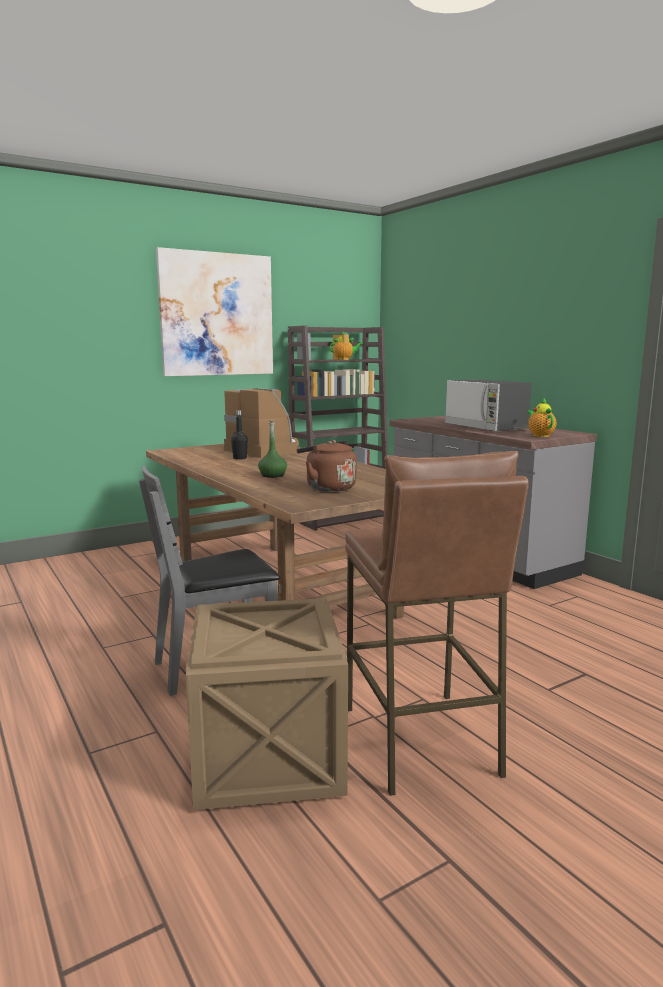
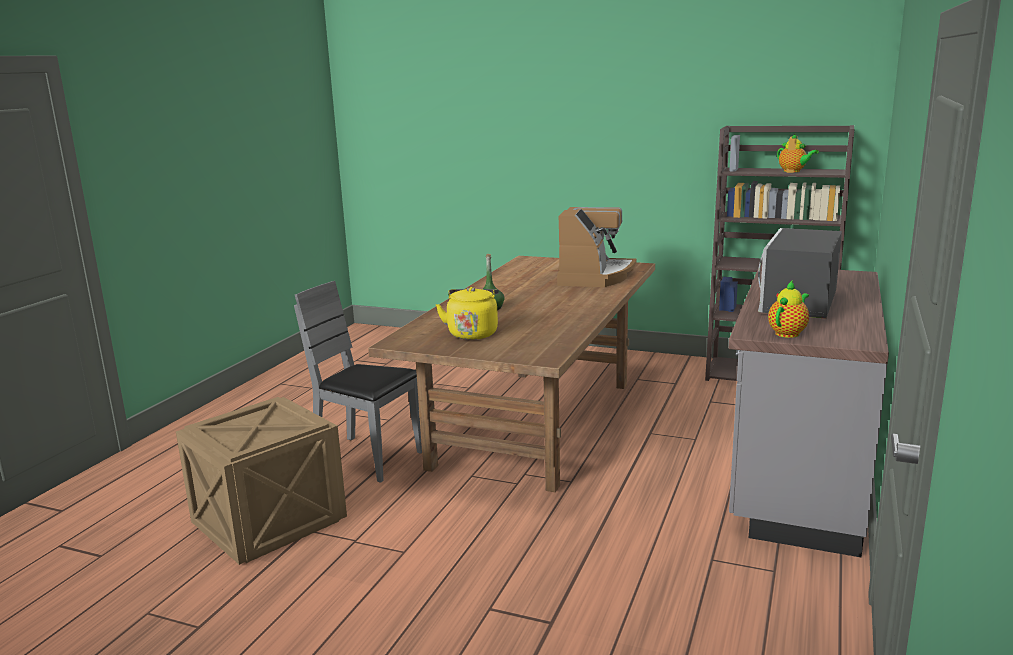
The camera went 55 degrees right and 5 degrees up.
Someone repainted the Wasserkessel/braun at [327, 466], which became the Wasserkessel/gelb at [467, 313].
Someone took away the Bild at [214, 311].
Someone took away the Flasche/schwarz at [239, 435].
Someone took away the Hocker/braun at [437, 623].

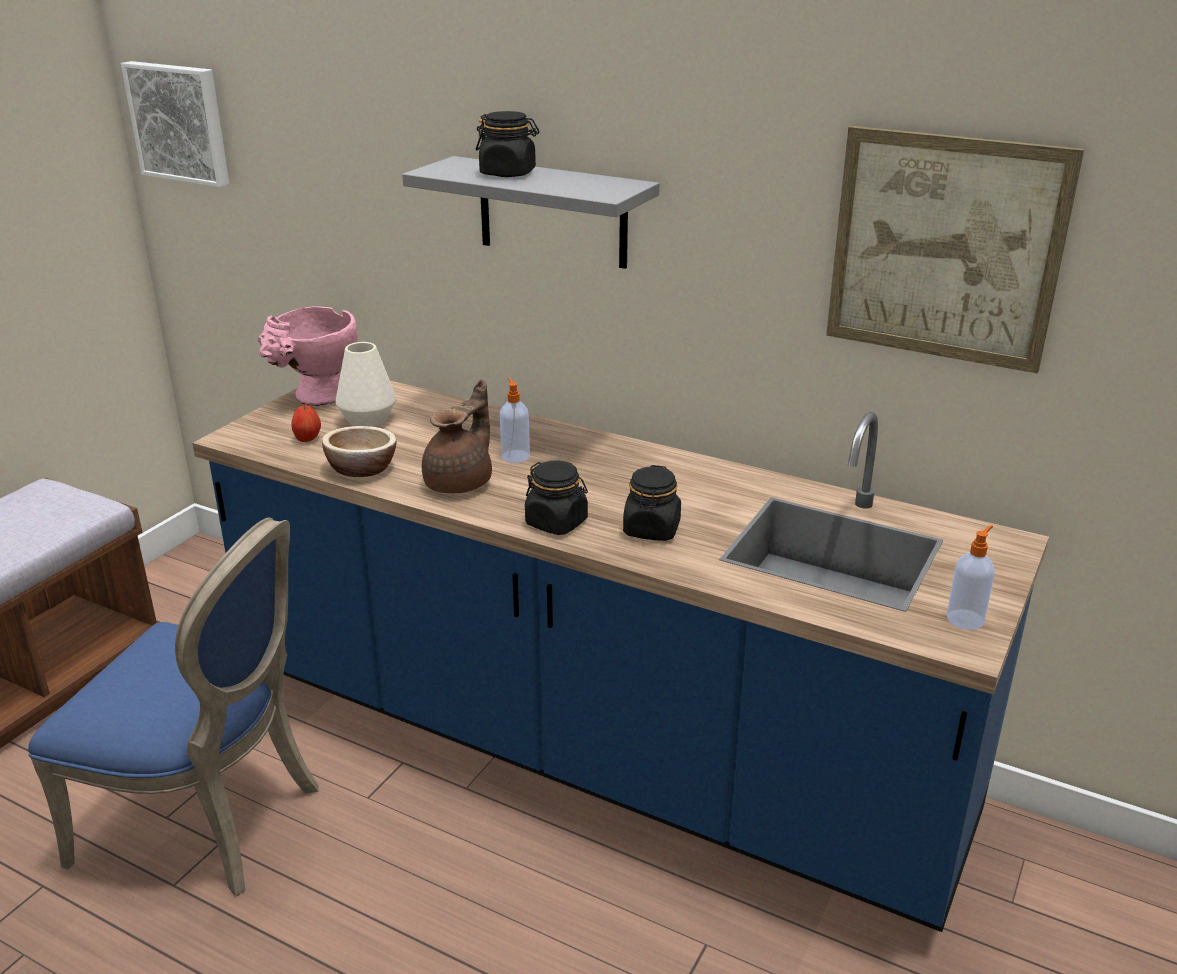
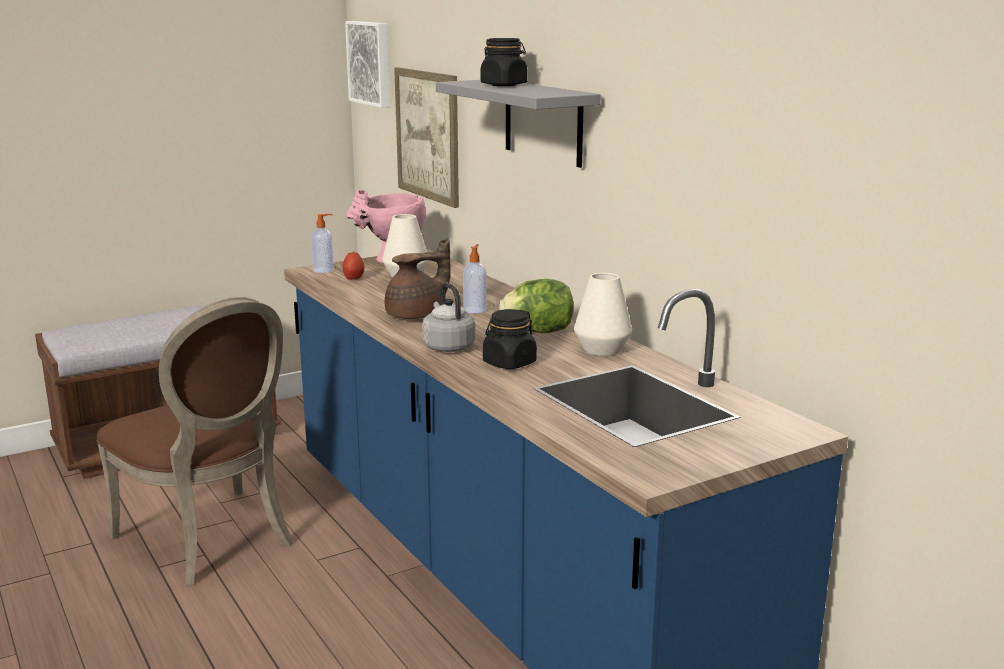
The camera went 30 degrees right and 10 degrees down.
Someone repainted the Stuhl/blau at [173, 707], which became the Stuhl/braun at [195, 441].
Someone carried the Seifenspender from [971, 577] to [322, 243].
Someone carried the Bild from [955, 249] to [426, 137].
Someone swapped the Vorratsglas/schwarz at [556, 497] for the Wasserkessel/grau at [448, 317].
Someone put down the Salatkopf at [536, 306].
Someone put down the Vase/weiß at [603, 314].
Someone took away the Schüssel at [359, 451].

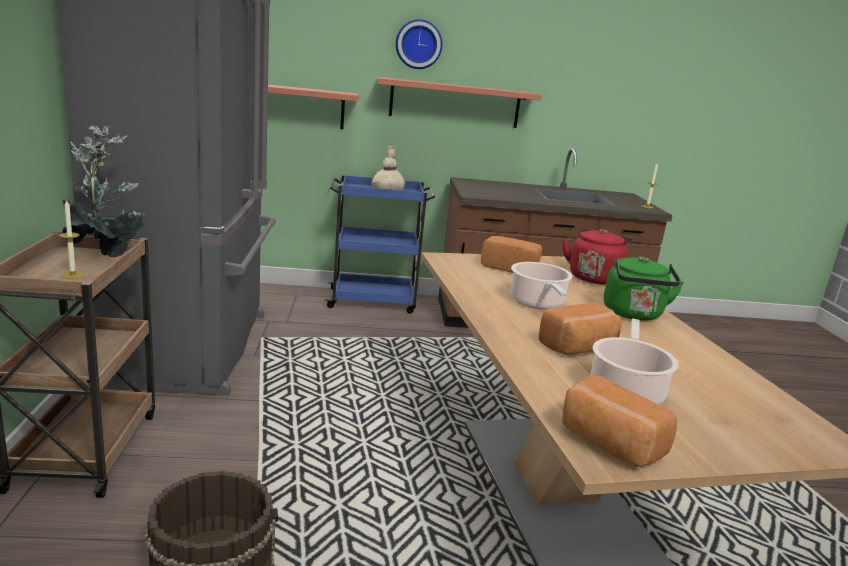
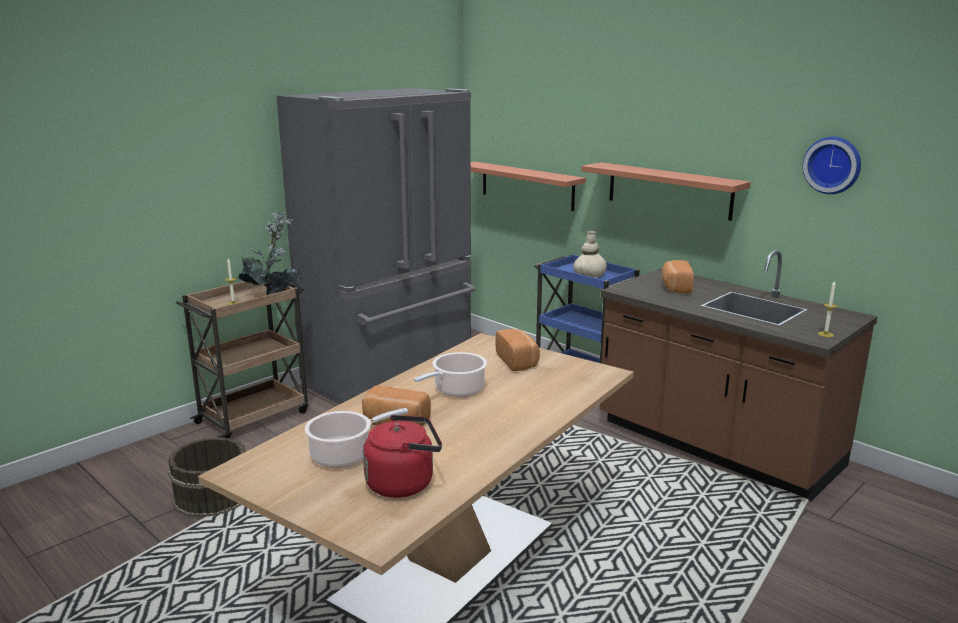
The camera went 50 degrees right and 0 degrees up.
Someone carried the Wasserkessel/rot from [597, 256] to [402, 456].
Someone carried the Brot from [619, 421] to [678, 276].
Someone carried the Wanduhr from [419, 44] to [832, 165].
Someone took away the Wasserkessel/grün at [644, 288].

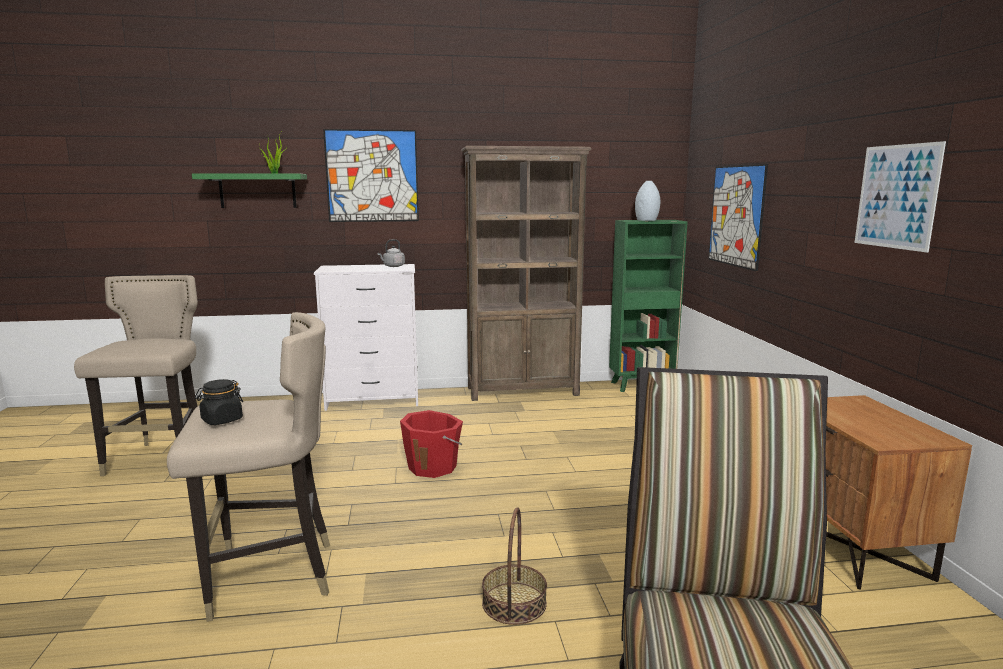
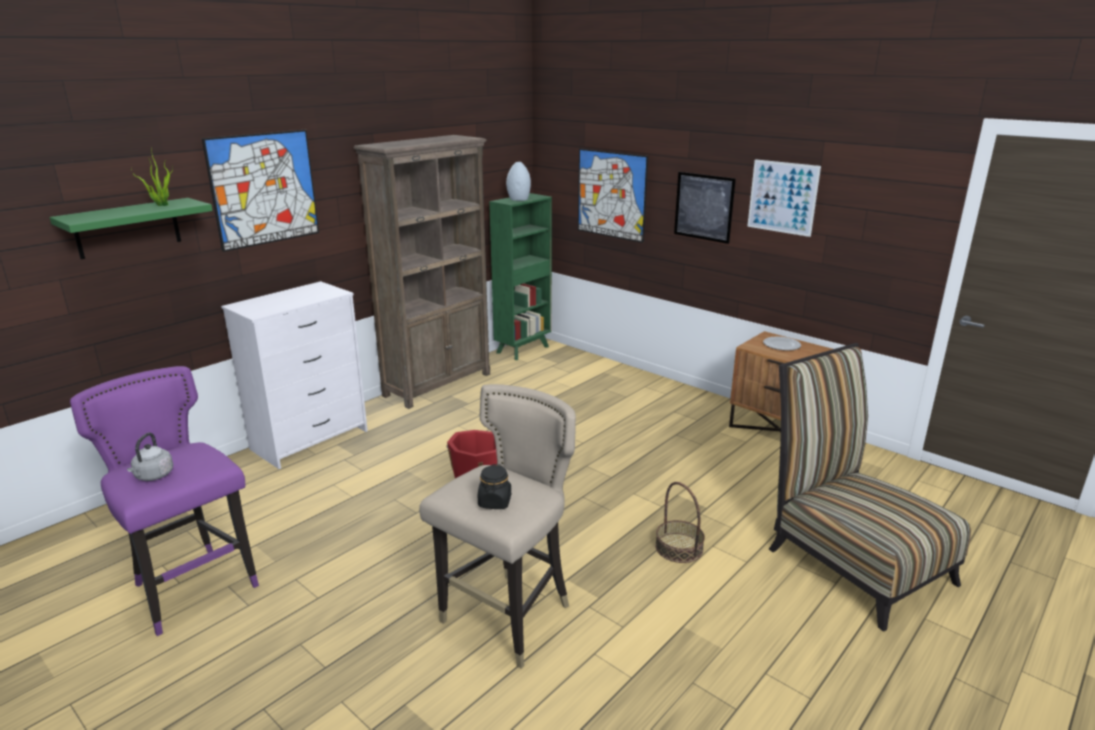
The camera went 40 degrees left and 10 degrees up.
Someone repainted the Hocker/beige at [136, 375], which became the Hocker/lila at [164, 501].
Someone carried the Wasserkessel/grau from [391, 253] to [150, 456].
Someone put up the Bild at [705, 208].
Someone put down the Teller at [782, 344].

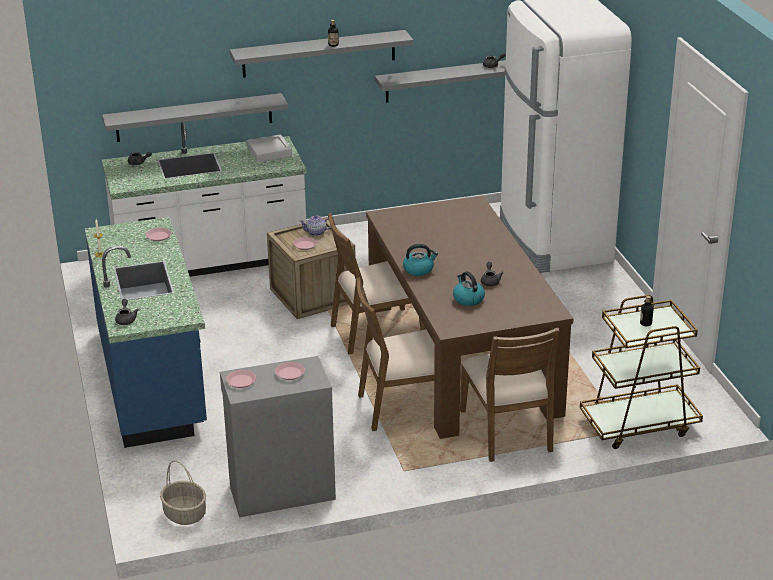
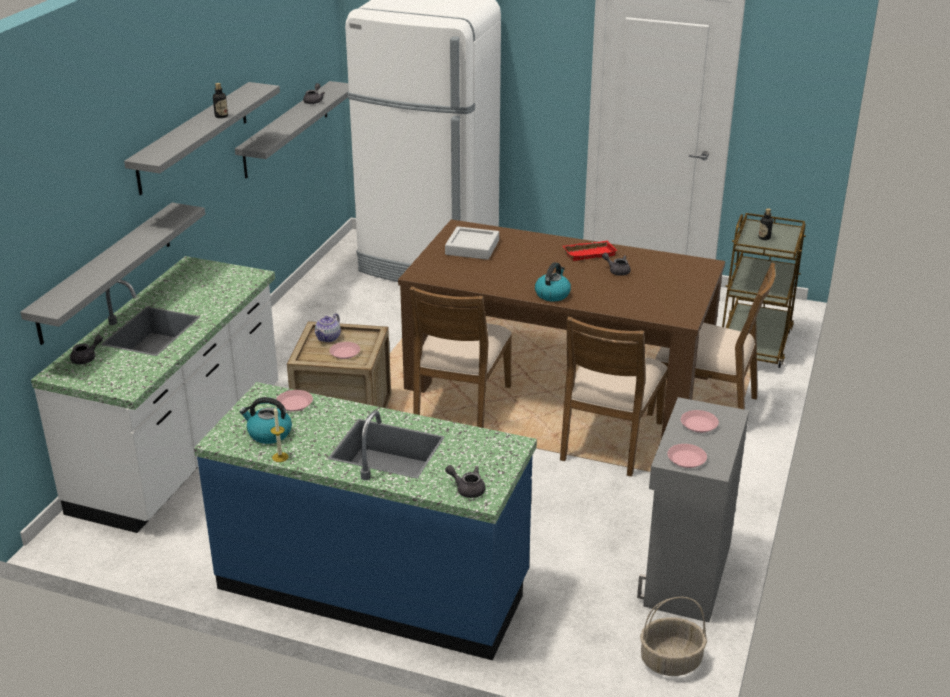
The camera went 55 degrees left and 0 degrees up.
Someone carried the Wasserkessel from [469, 288] to [266, 420].
Someone carried the Tablett/grau from [269, 148] to [472, 243].
Someone put down the Tablett/rot at [590, 251].

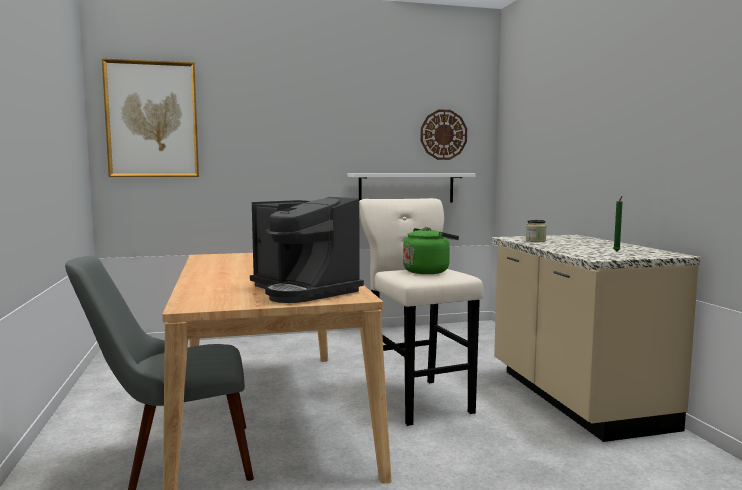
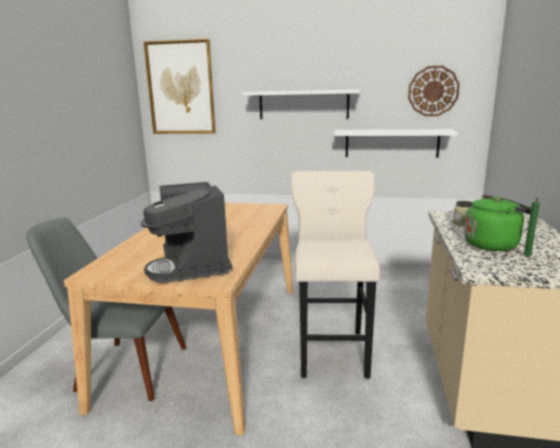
The camera went 25 degrees right and 10 degrees up.
Someone put up the Wandregal/weiß at [301, 104].
Someone carried the Wasserkessel/grün from [431, 250] to [497, 223].

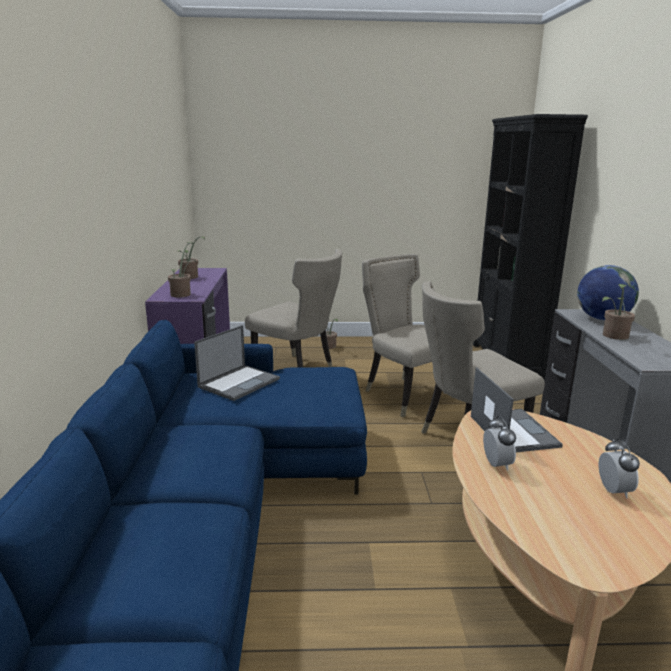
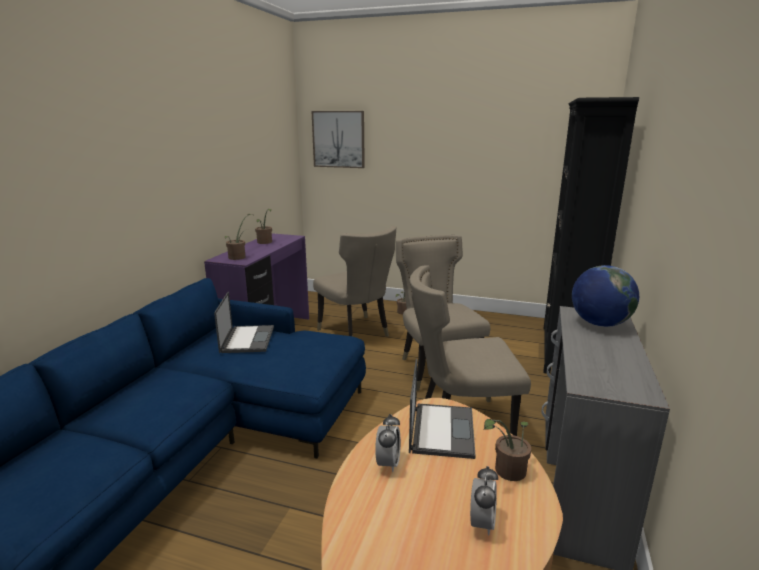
The camera went 20 degrees right and 0 degrees up.
Someone rotated the Laptop at [237, 363] by 60 degrees counterclockwise.
Someone put up the Bild at [338, 139].
Someone carried the Topfpflanze from [618, 312] to [507, 450].

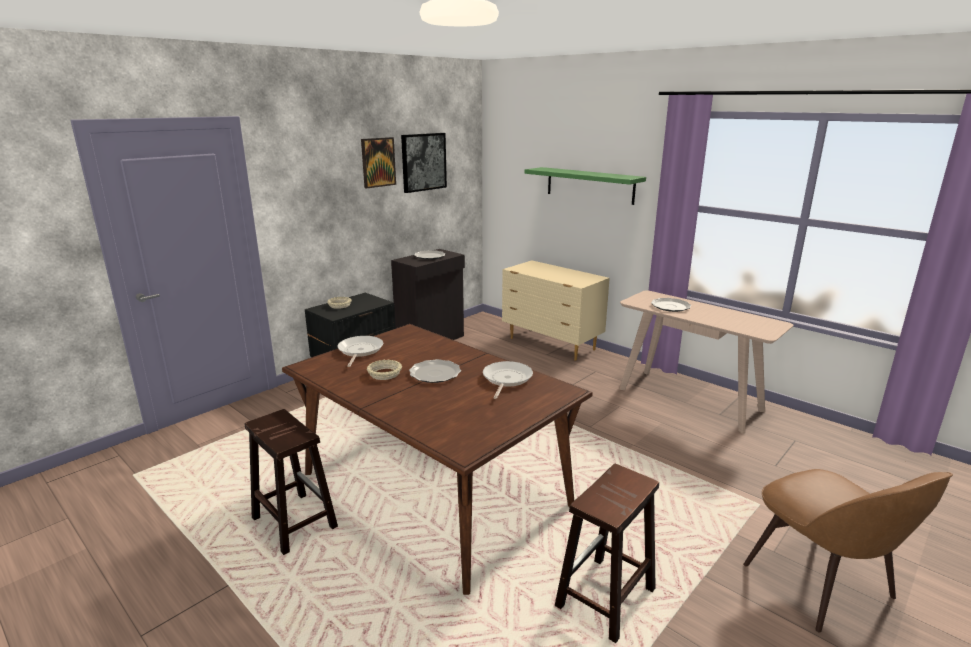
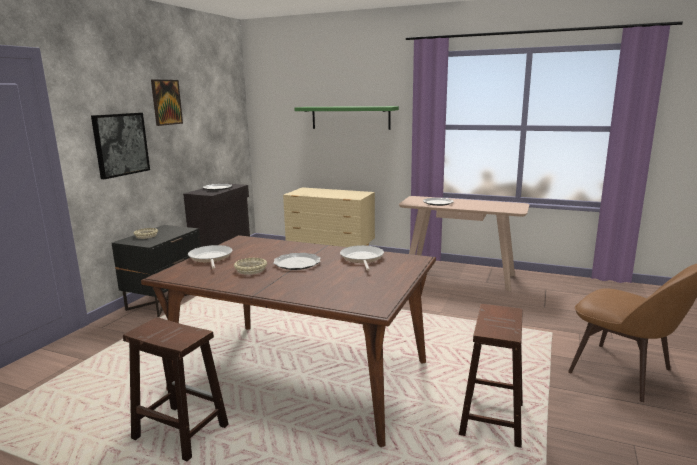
The camera went 20 degrees left and 5 degrees down.
Someone carried the Bild from [424, 163] to [120, 146].

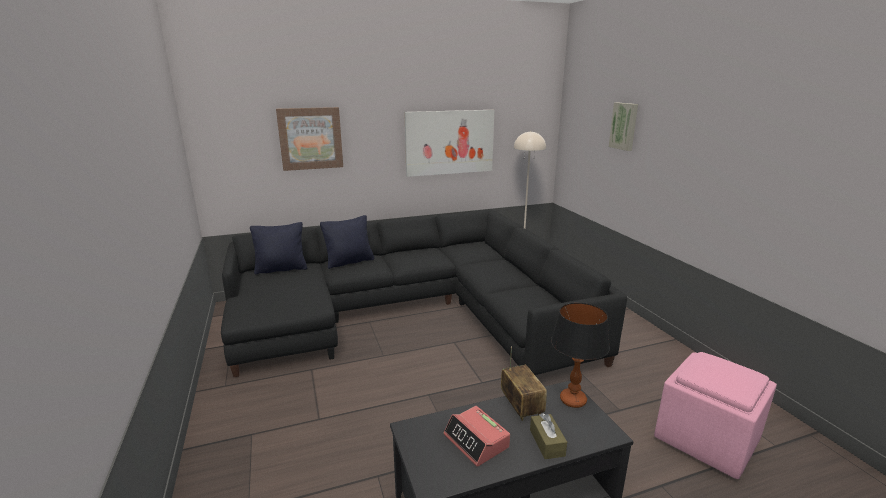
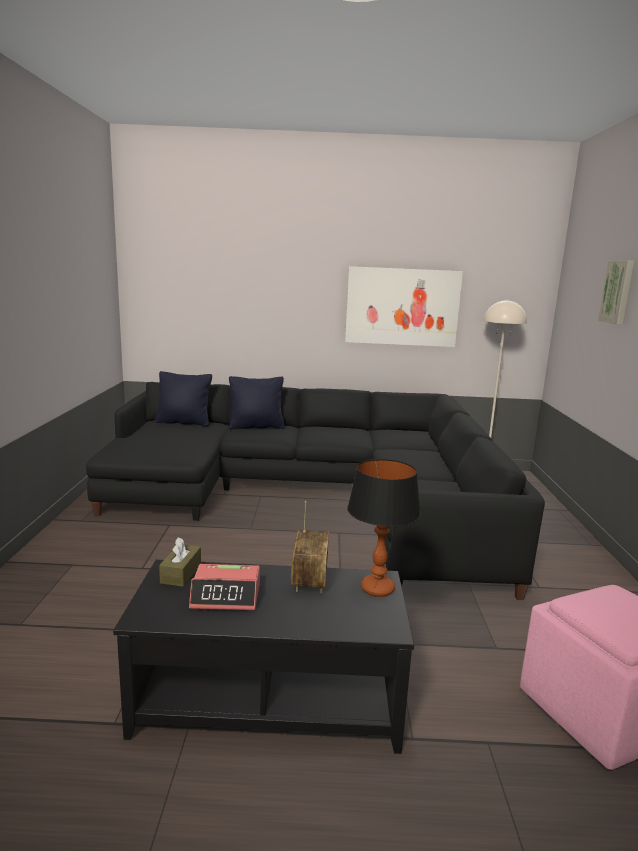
The camera went 20 degrees right and 5 degrees down.
Someone carried the Taschentuchbox/braun from [548, 436] to [180, 562].
Someone rotated the Wecker at [477, 436] by 75 degrees counterclockwise.
Someone took away the Bild at [309, 139].

